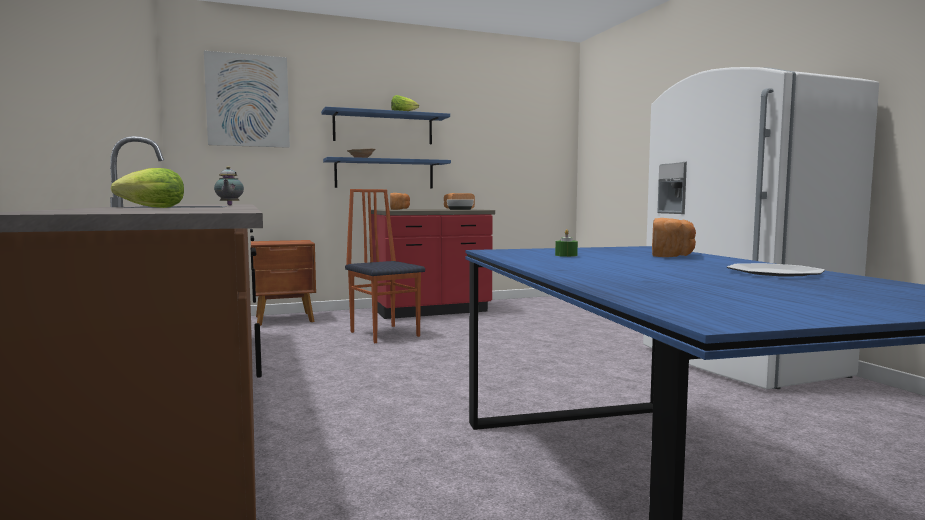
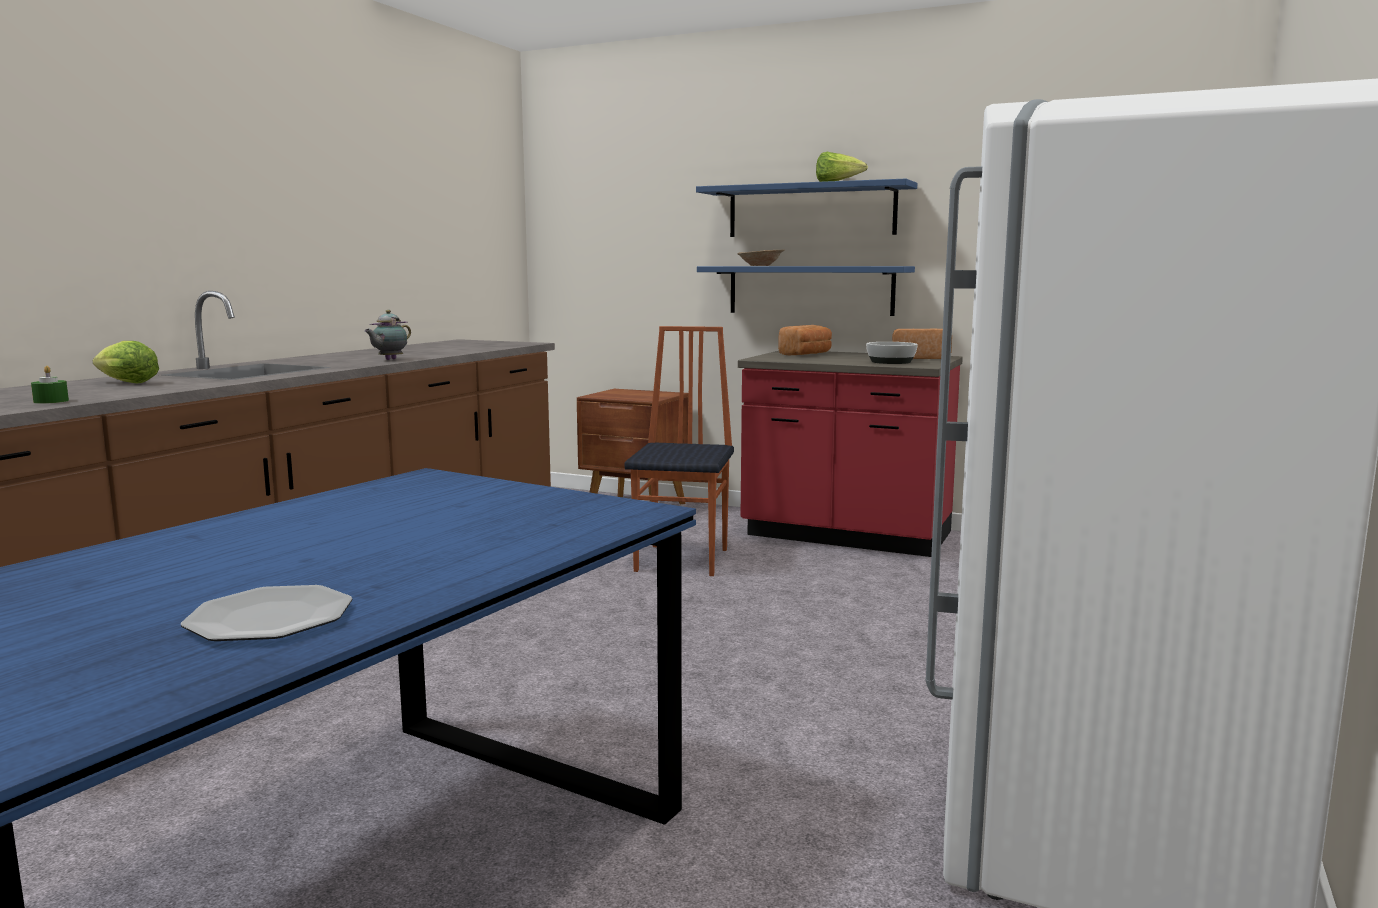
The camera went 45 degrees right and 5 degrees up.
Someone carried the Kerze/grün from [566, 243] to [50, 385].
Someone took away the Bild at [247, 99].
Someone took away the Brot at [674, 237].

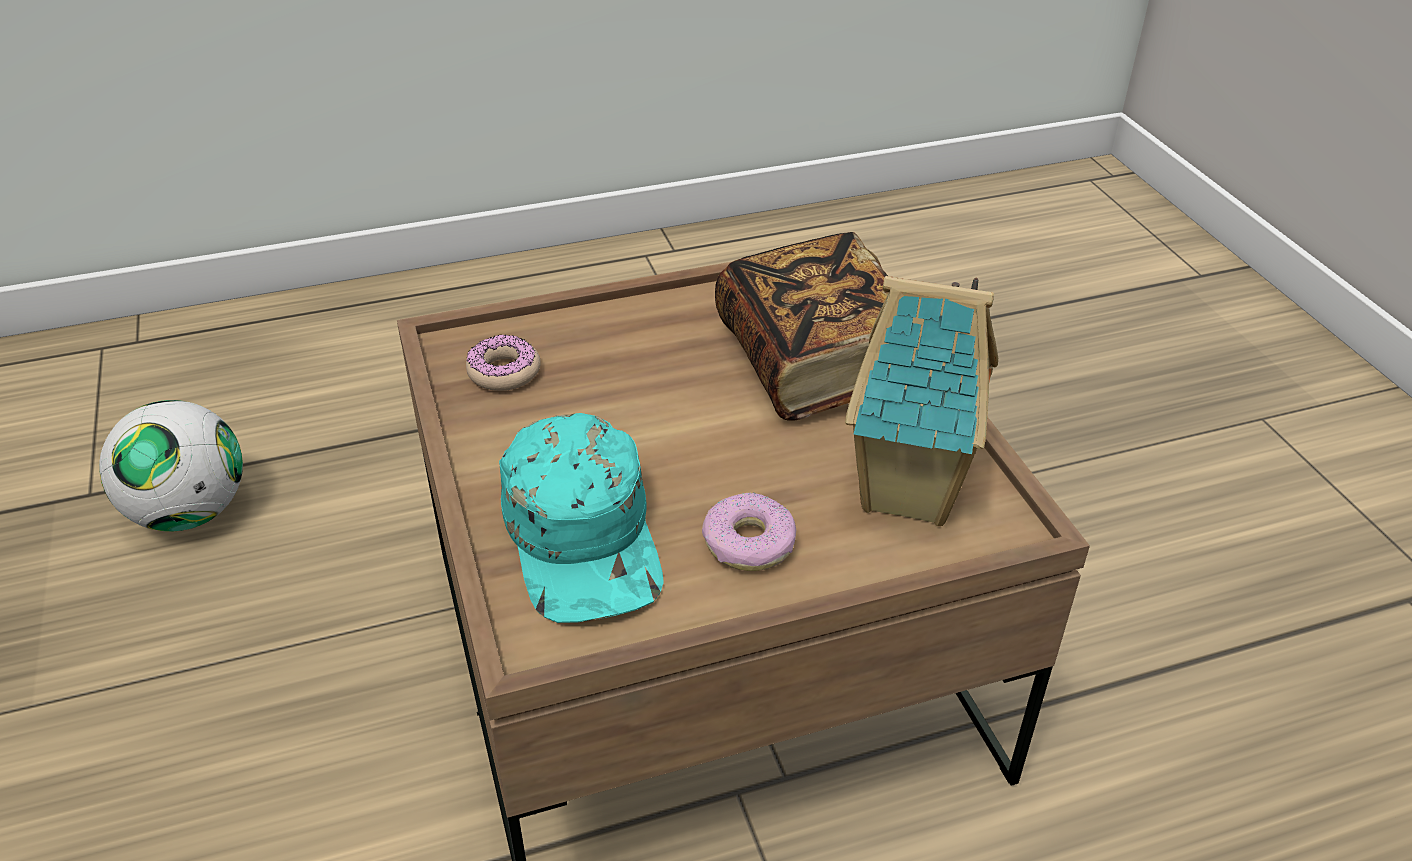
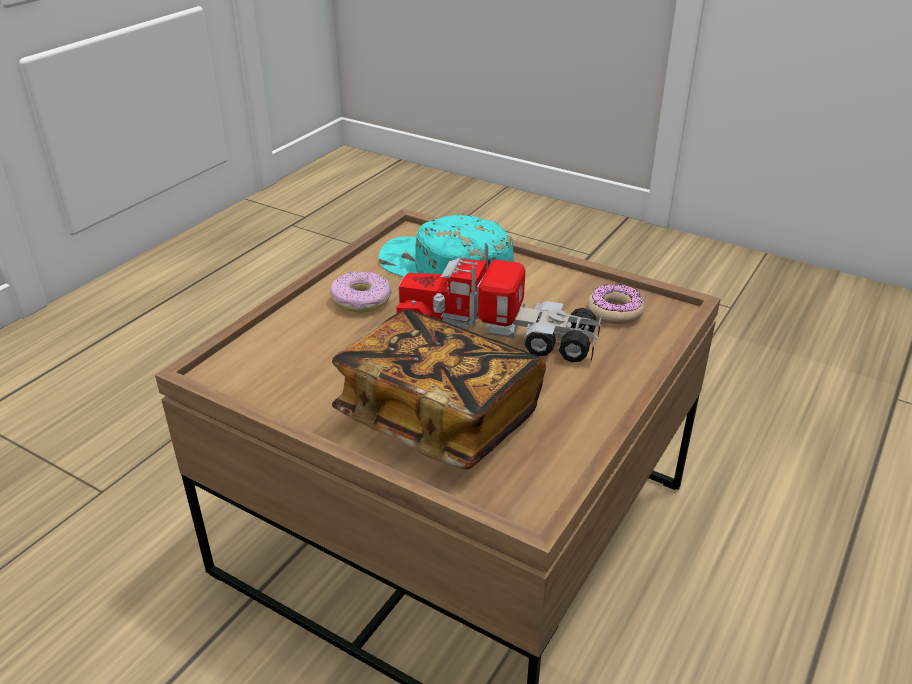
The camera went 140 degrees right and 5 degrees down.
Someone put down the Spielzeuglaster at [498, 302].
Someone took away the Fußball at [171, 466].
Someone took away the Spielzeughaus at [921, 401].

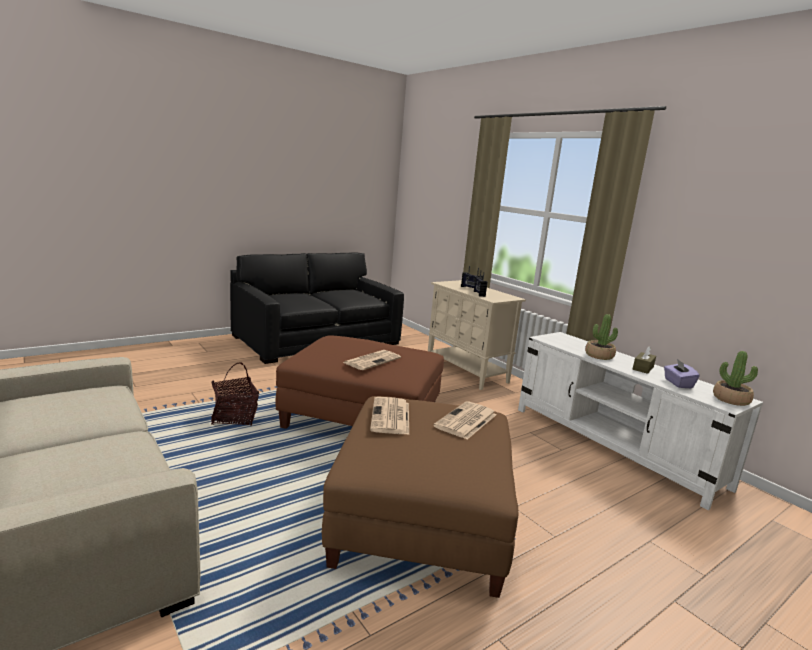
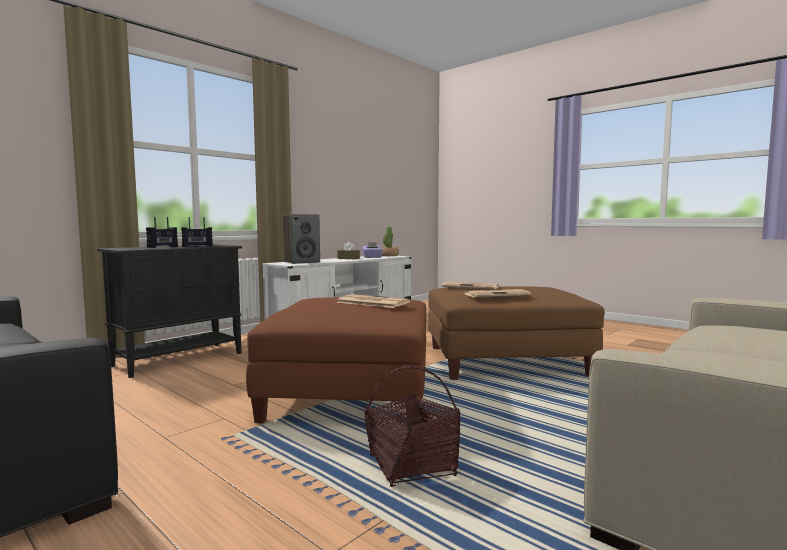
The camera went 100 degrees left and 10 degrees down.
Someone repainted the Schrank/beige at [477, 335], which became the Schrank/schwarz at [169, 311].
Someone put down the Lautsprecher at [301, 239].
Someone took away the Topfpflanze at [601, 337].

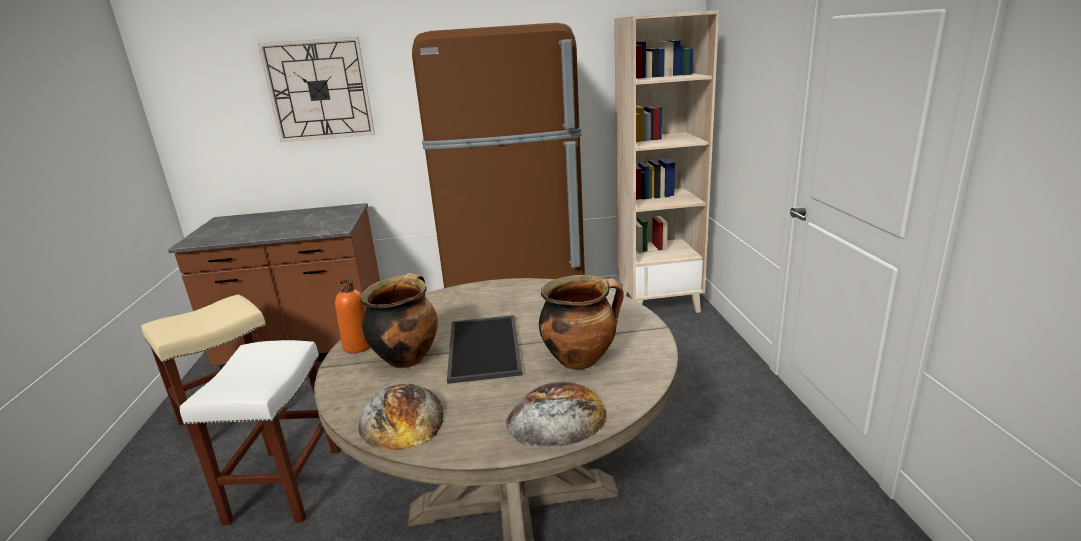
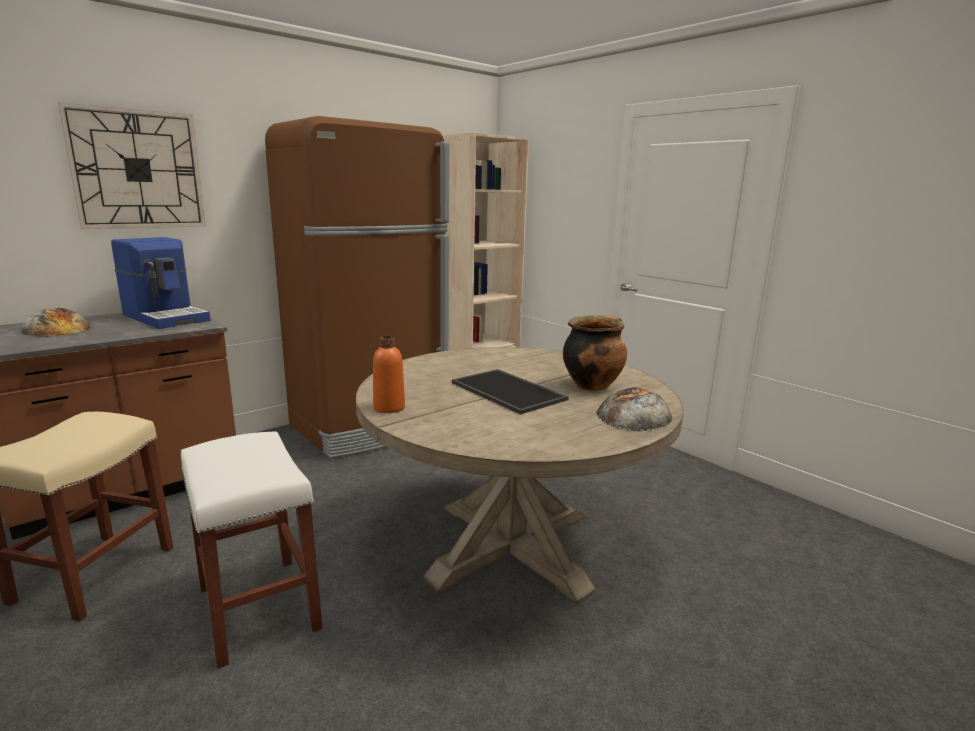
The camera went 35 degrees left and 5 degrees down.
Someone carried the Brot from [401, 417] to [55, 322].
Someone put down the Kaffeemaschine at [161, 283].
Someone took away the Kochtopf at [399, 320].

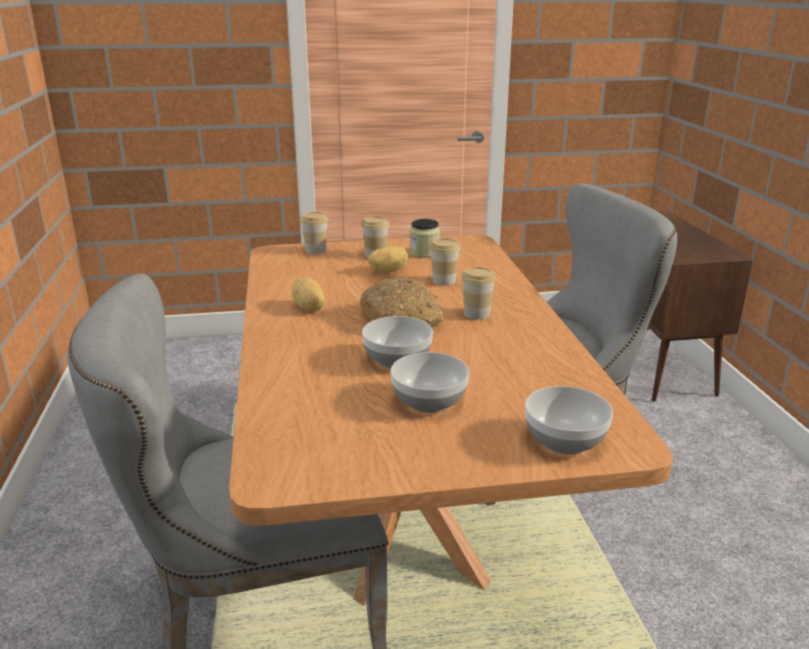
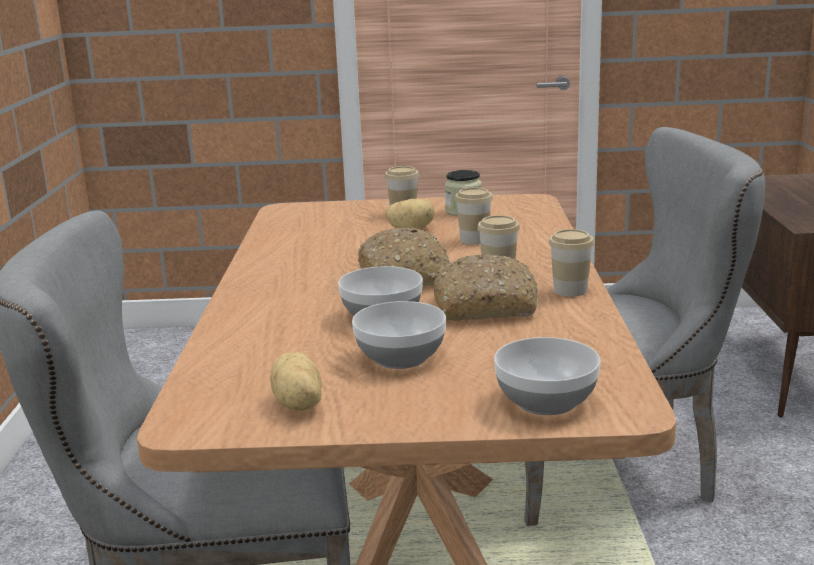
The camera went 10 degrees right and 5 degrees down.
Someone carried the Kartoffel from [308, 294] to [296, 381].
Someone put down the Brot at [486, 287].
Someone carried the Tasse from [314, 233] to [571, 263].

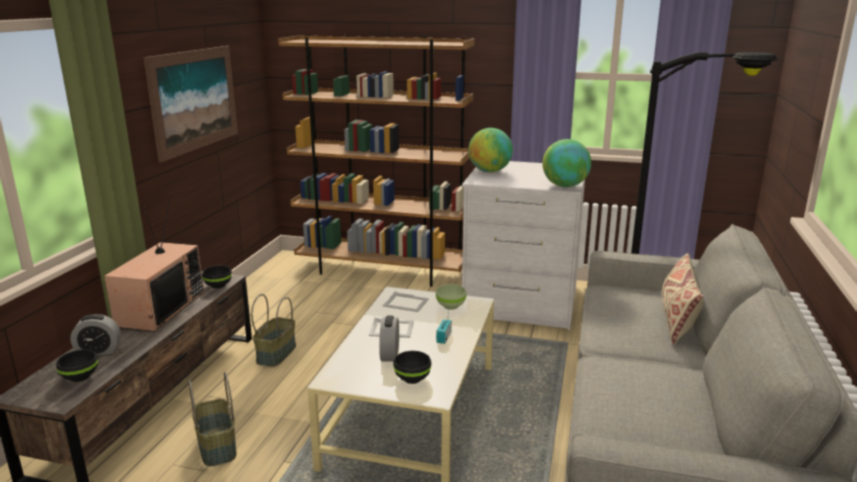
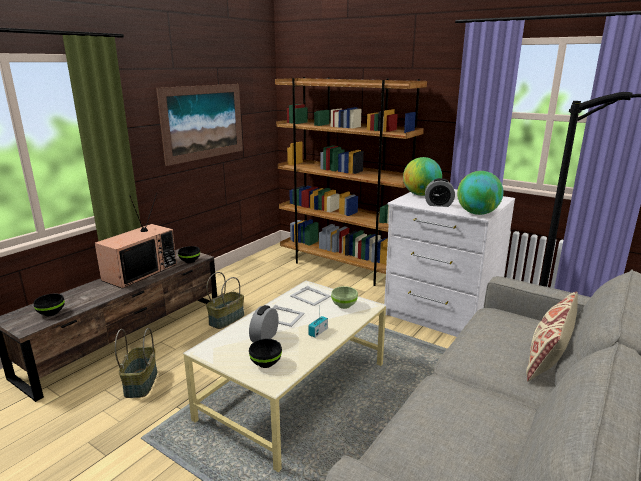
The camera went 20 degrees right and 0 degrees up.
Someone carried the Wecker from [95, 334] to [440, 192].

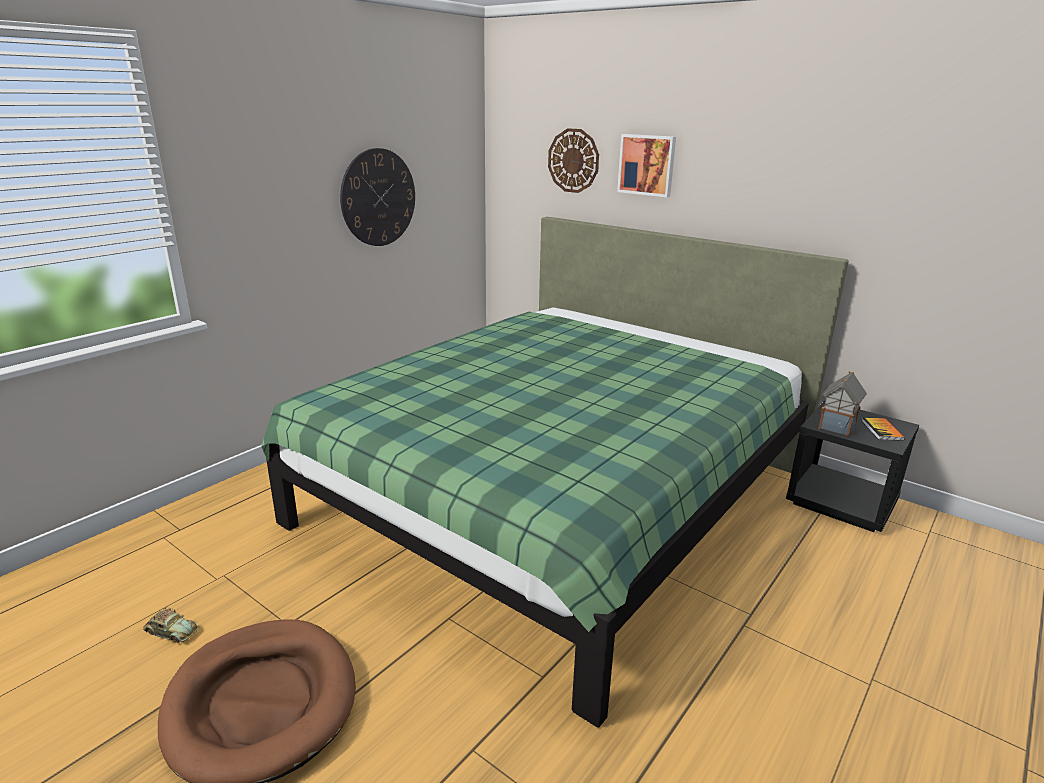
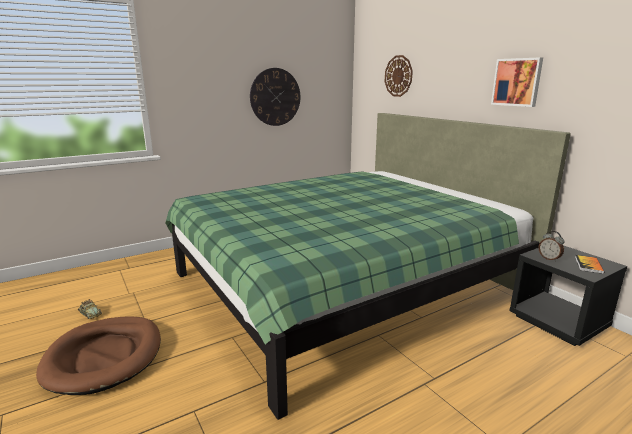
The camera went 20 degrees right and 5 degrees down.
Someone carried the Bild from [646, 165] to [517, 82].
Someone swapped the Spielzeughaus at [842, 404] for the Wecker at [551, 246].

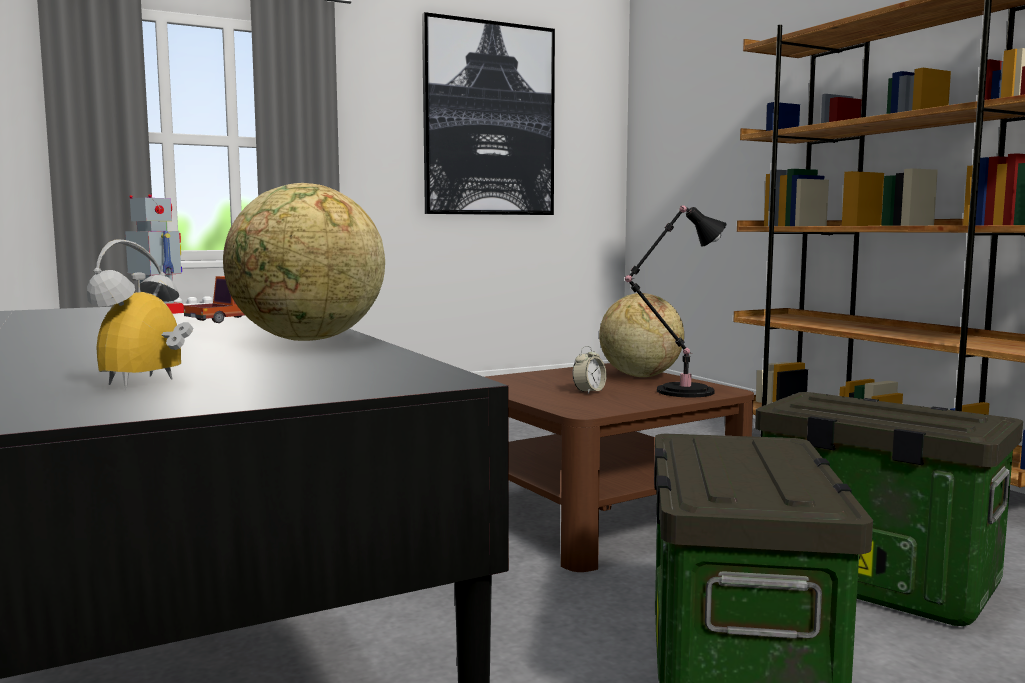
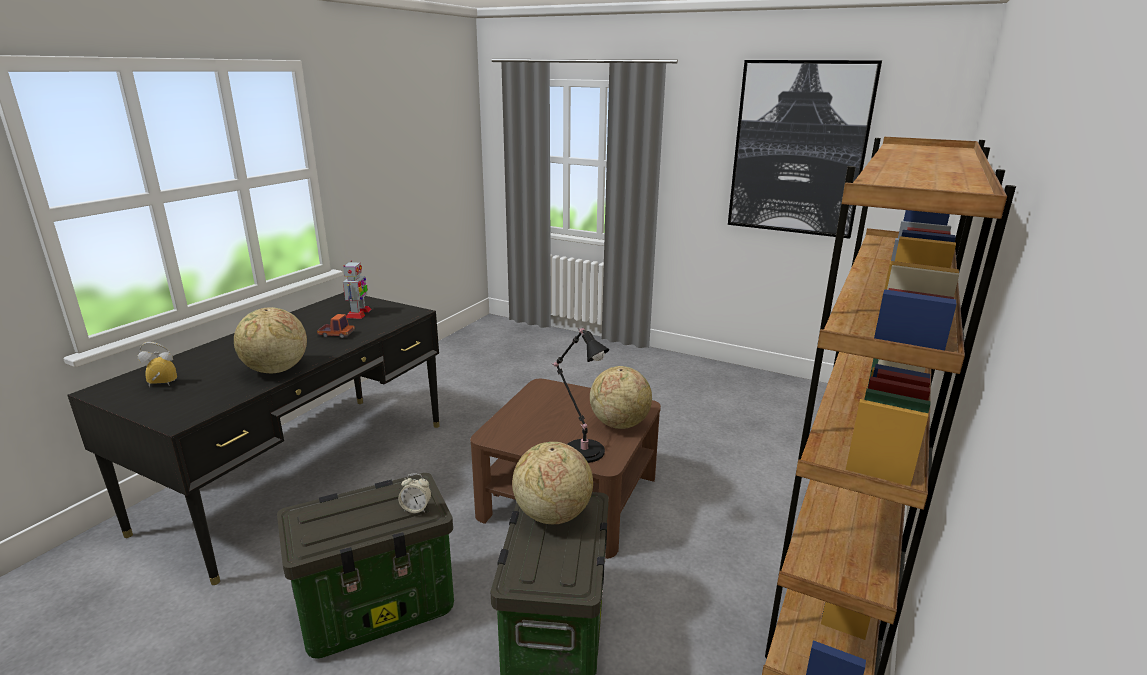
The camera went 55 degrees right and 15 degrees up.
Someone carried the Wecker from [589, 370] to [414, 493].
Someone put down the Globus at [552, 483].

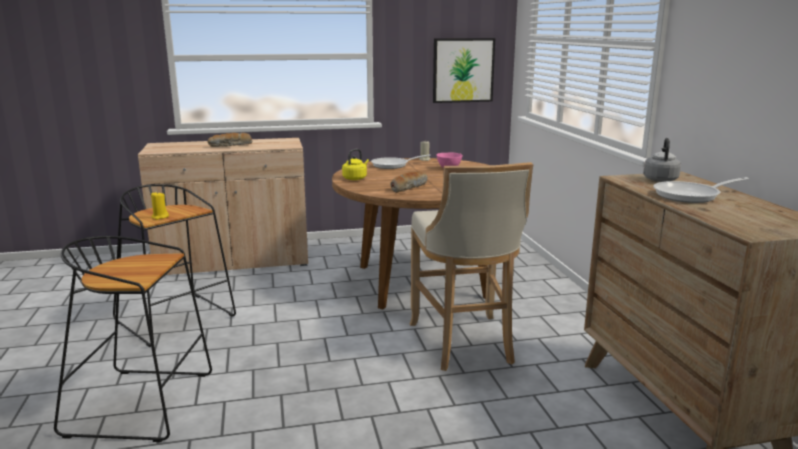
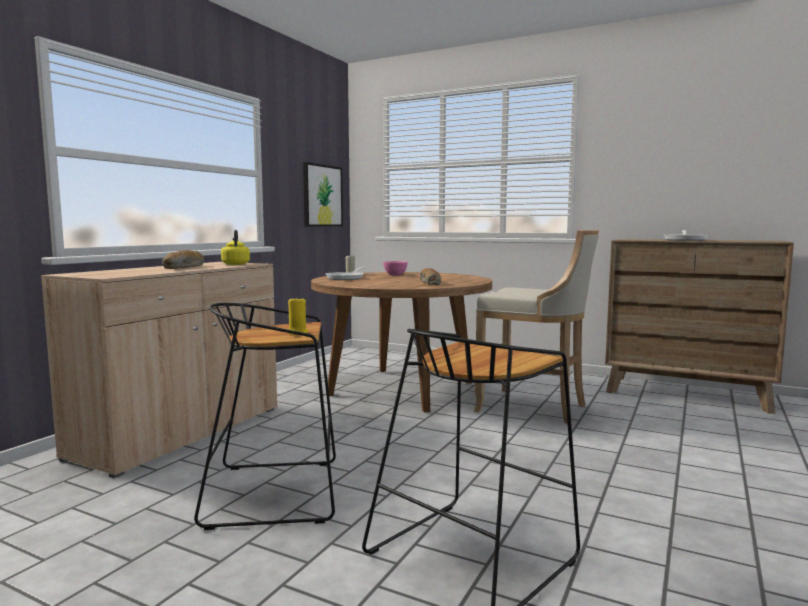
The camera went 50 degrees left and 10 degrees down.
Someone carried the Wasserkessel/gelb from [355, 164] to [235, 247].
Someone took away the Wasserkessel/grau at [662, 160].

